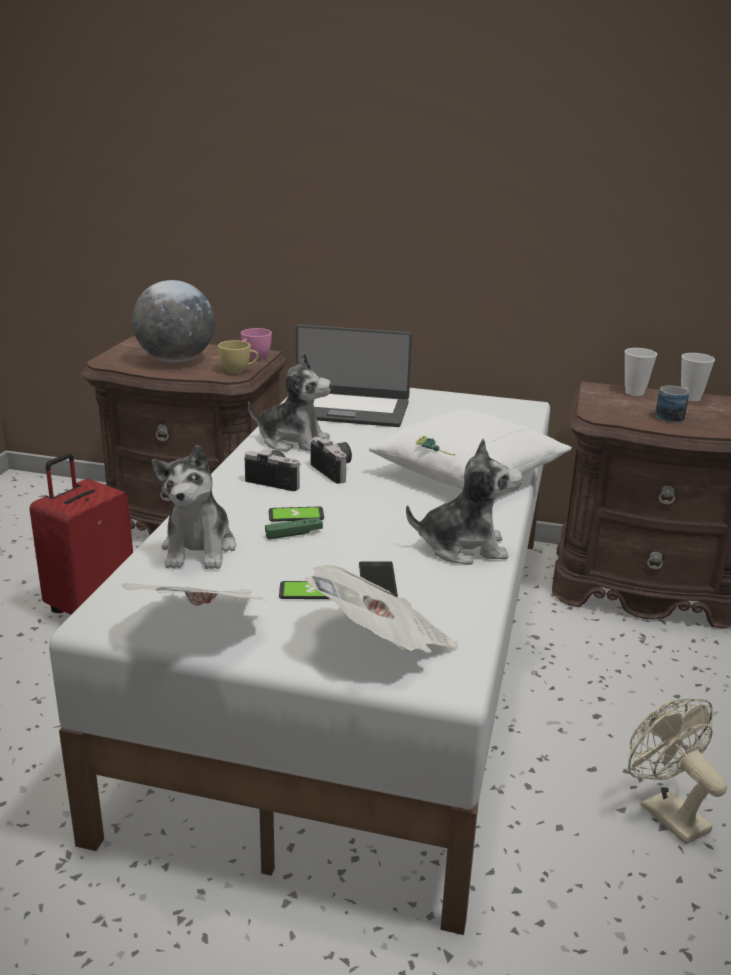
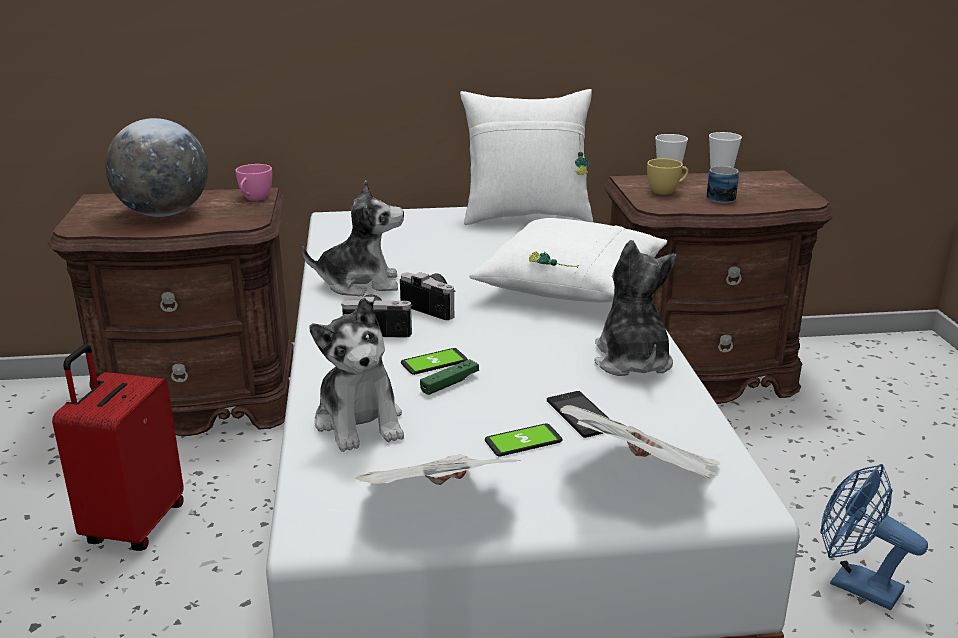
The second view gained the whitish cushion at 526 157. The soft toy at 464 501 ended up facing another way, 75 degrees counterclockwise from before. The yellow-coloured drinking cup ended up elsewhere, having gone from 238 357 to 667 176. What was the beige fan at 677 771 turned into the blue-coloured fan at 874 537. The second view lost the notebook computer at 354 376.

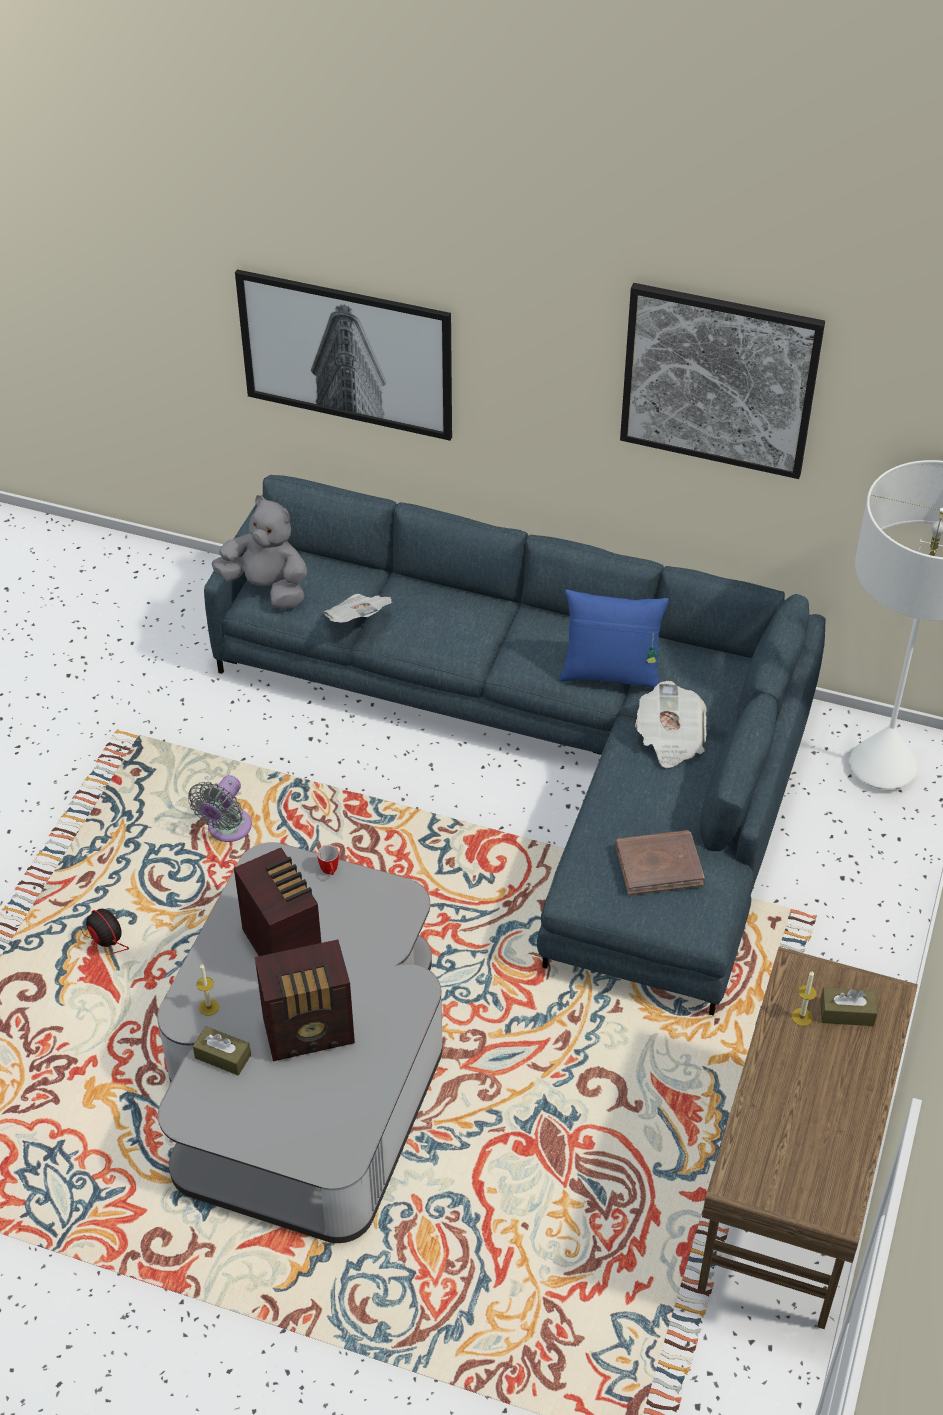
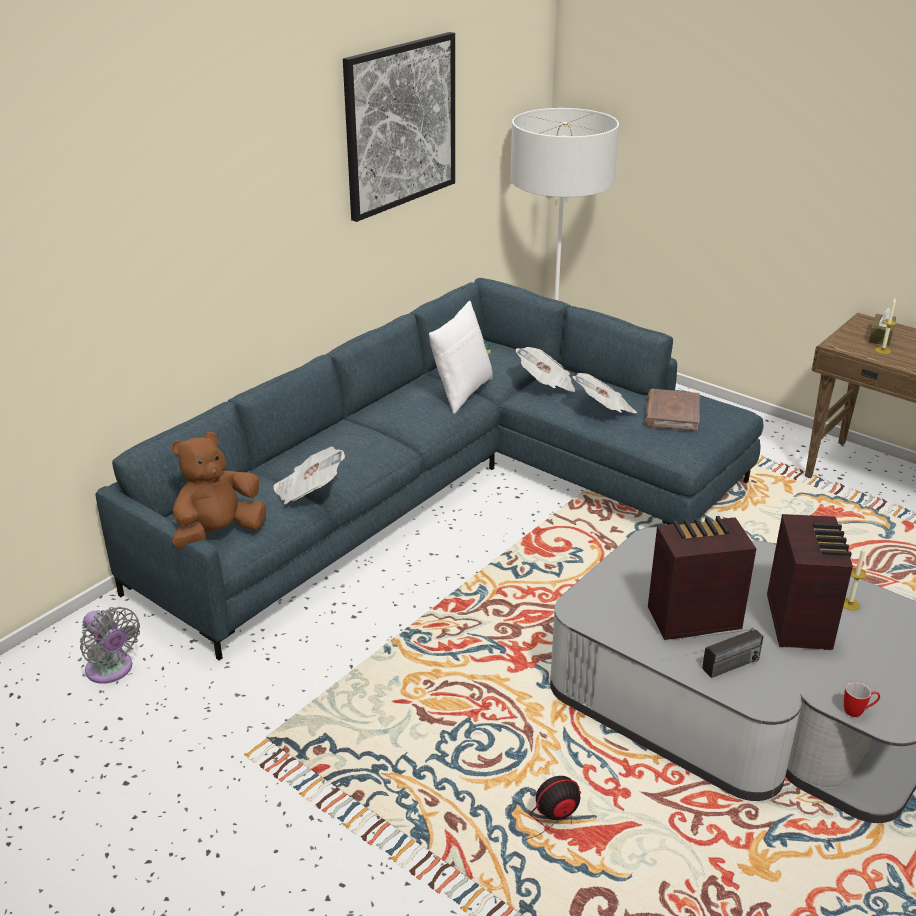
The gray fan ended up elsewhere, having gone from 220 808 to 110 645. What was the gray soft toy at 259 552 turned into the brown soft toy at 219 491. What was the blue-coloured cushion at 614 639 turned into the whitish cushion at 461 357. The second view gained the daily paper at 604 393. The second view gained the radio receiver at 722 653. The wax candle ended up elsewhere, having gone from 207 989 to 854 579. The tea mug ended up elsewhere, having gone from 328 860 to 862 699. The second view lost the brown tissue holder at 222 1050. The second view lost the wall art at 343 355.

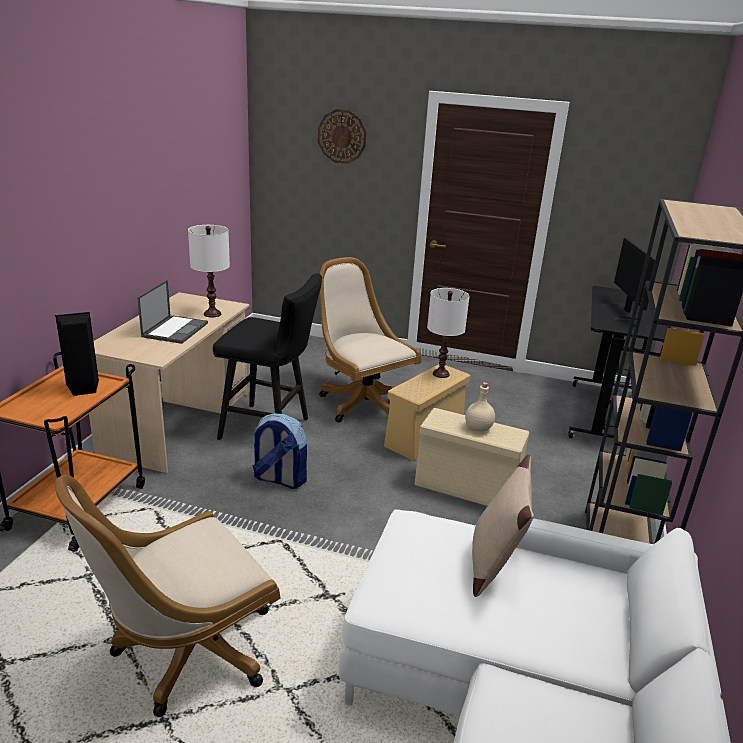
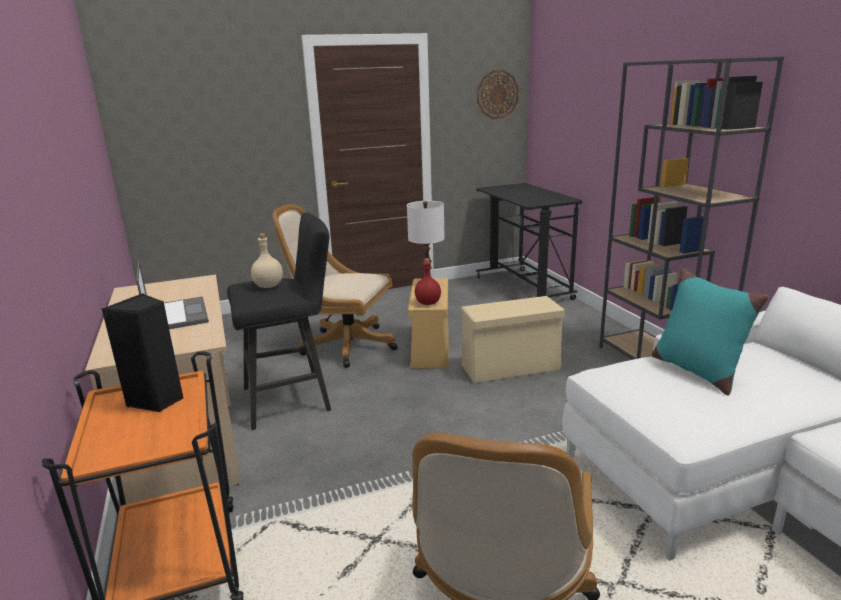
The beige drink bottle ended up elsewhere, having gone from 480 407 to 267 260. The second view gained the red drink bottle at 428 282. The hanging clock ended up elsewhere, having gone from 342 136 to 498 94. What was the beige cushion at 503 525 turned into the turquoise-coloured cushion at 710 332. The second view lost the whitish lamp for a table at 209 271. The second view lost the backpack at 280 451. The second view lost the monitor at 627 279.

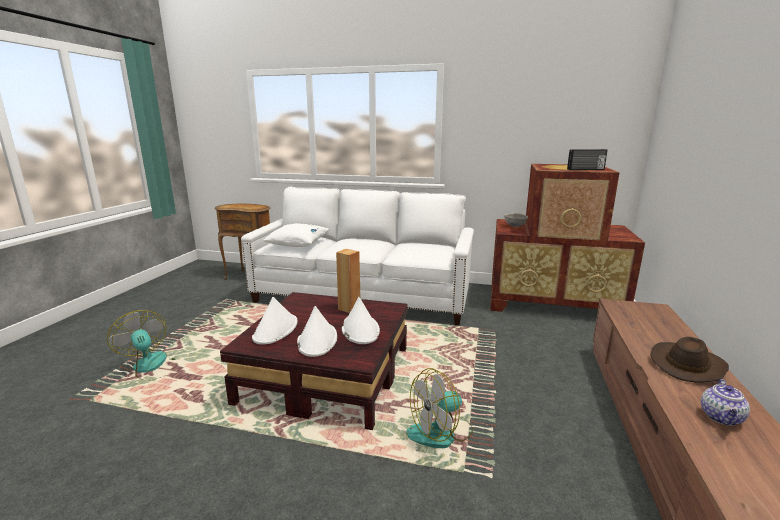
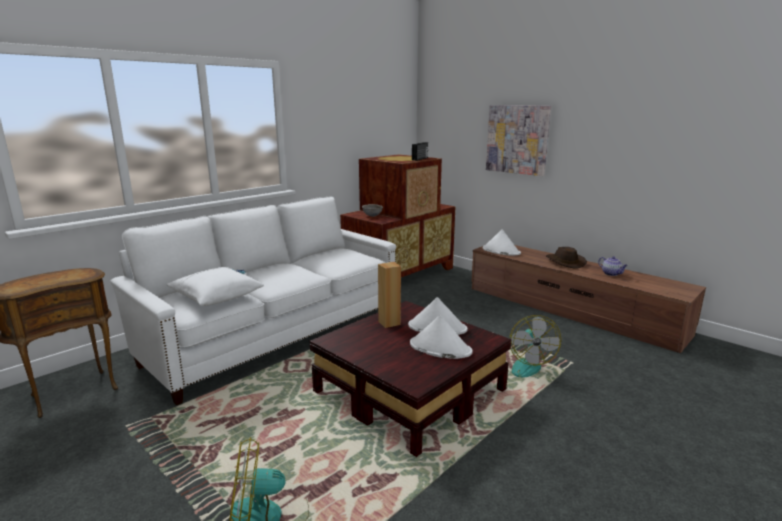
The whitish hat ended up elsewhere, having gone from 275 321 to 502 242. The second view gained the wall art at 518 140.

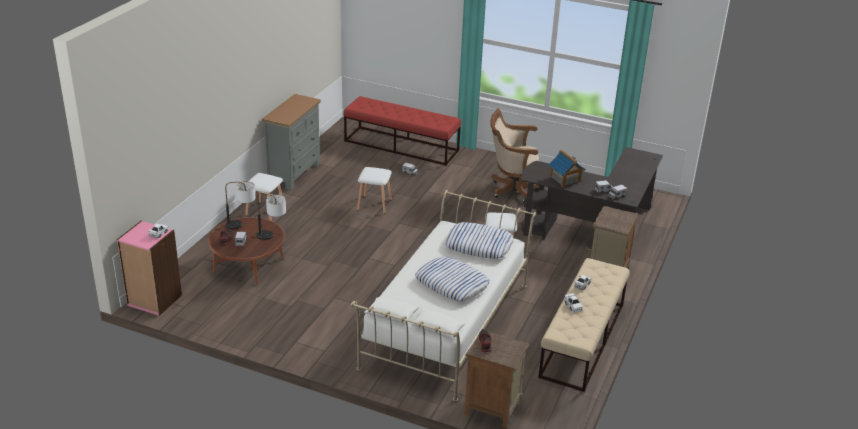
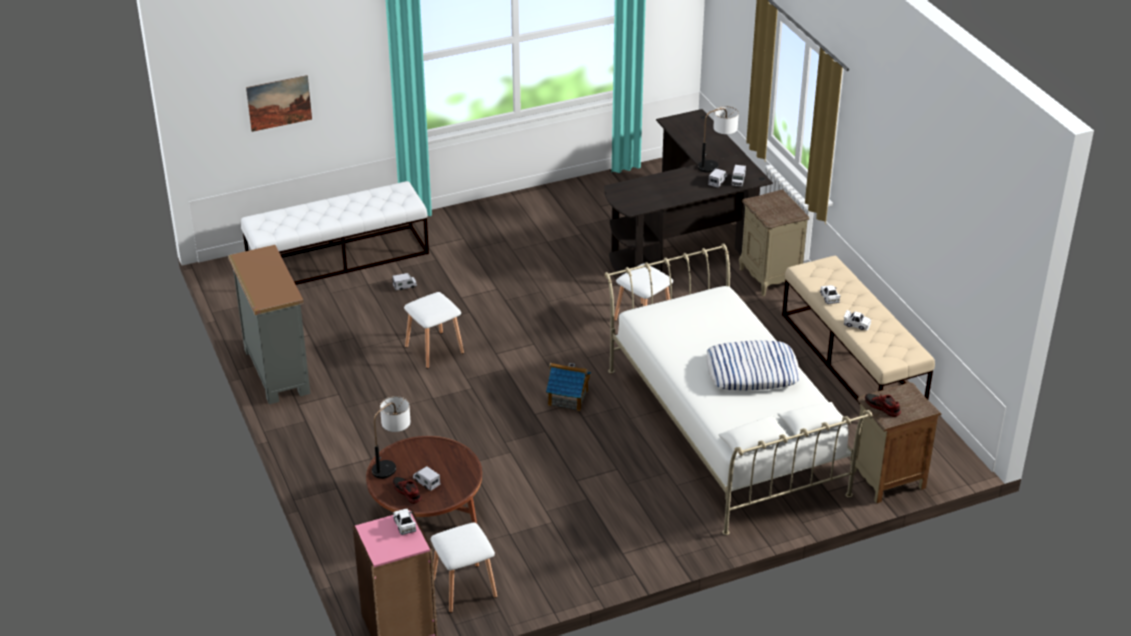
What was the red long seat at 402 131 turned into the whitish long seat at 335 233. The second view gained the wall art at 279 103. The whitish sitting stool ended up elsewhere, having gone from 264 197 to 463 568. The toy house ended up elsewhere, having gone from 566 168 to 568 387. The lamp for a table ended up elsewhere, having gone from 271 216 to 718 139. The second view lost the cushion at 479 240. The second view lost the computer chair at 514 155.

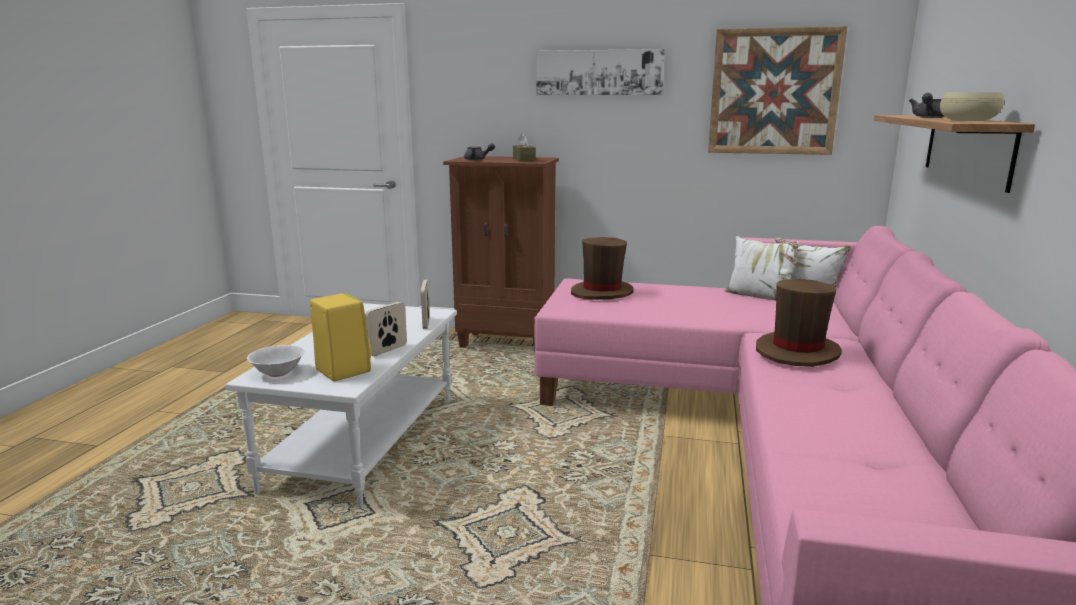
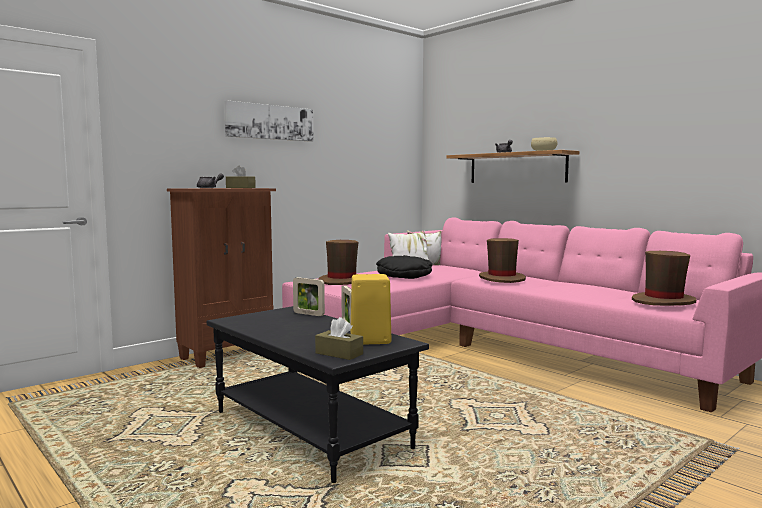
What was the whitish low table at 341 405 turned into the black-coloured low table at 318 394. Where the whitish deep dish stood at 276 361, the brown tissue holder came to stand at 339 338. The second view gained the black-coloured cushion at 404 267. The second view gained the brown hat at 664 278. The second view lost the wall art at 778 90.

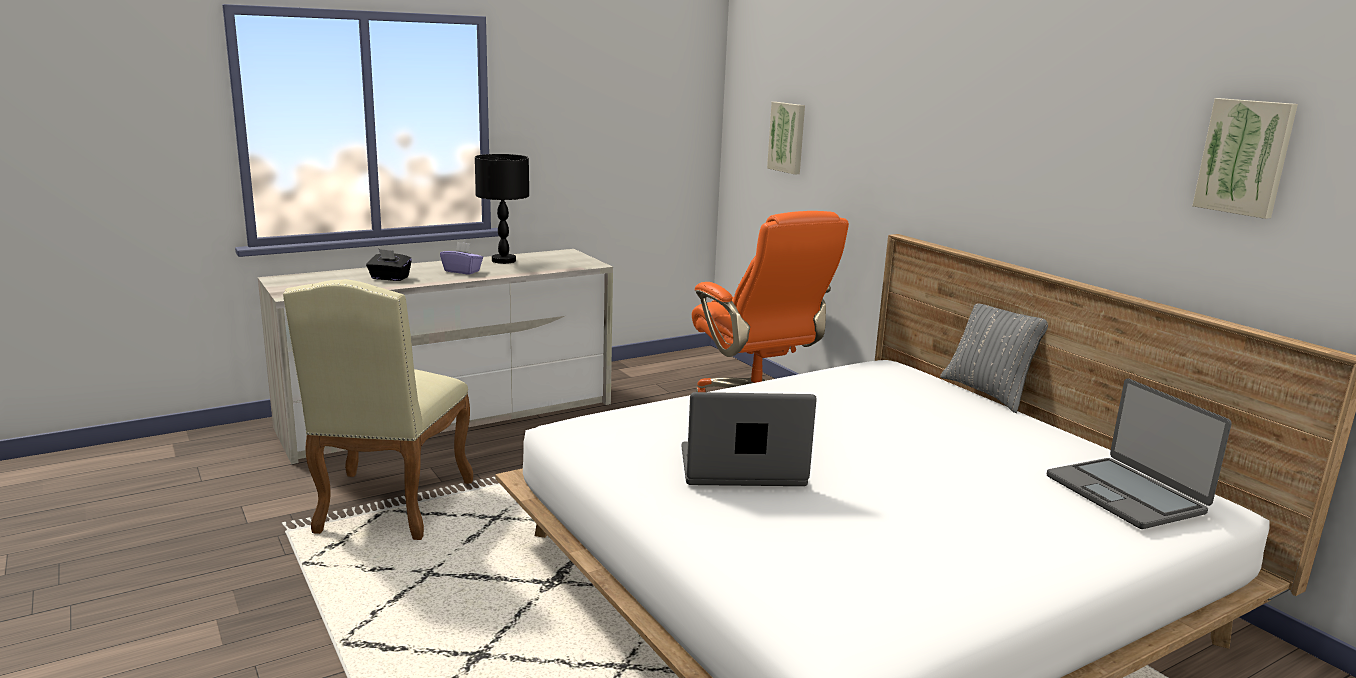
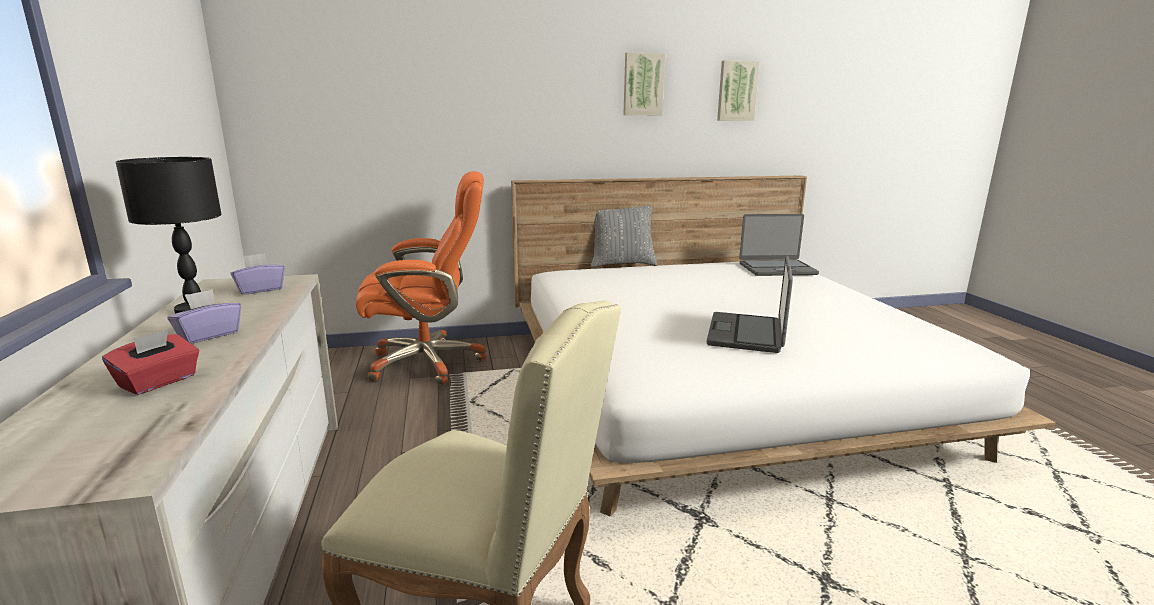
What was the black-coloured tissue holder at 389 265 turned into the red tissue holder at 150 362. The second view gained the purple-coloured tissue holder at 257 274. The wall art ended up elsewhere, having gone from 786 138 to 644 83.

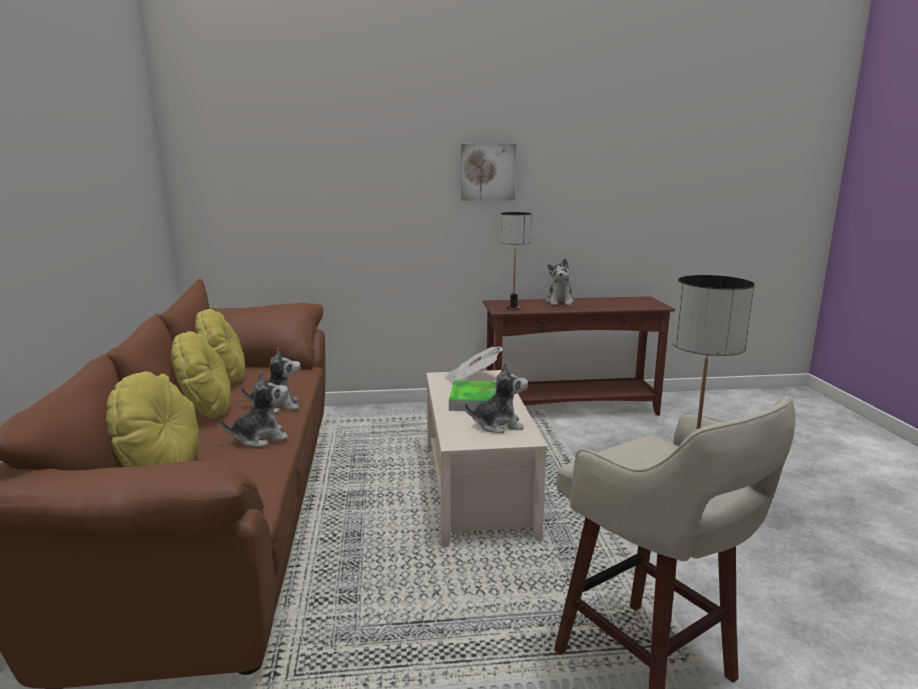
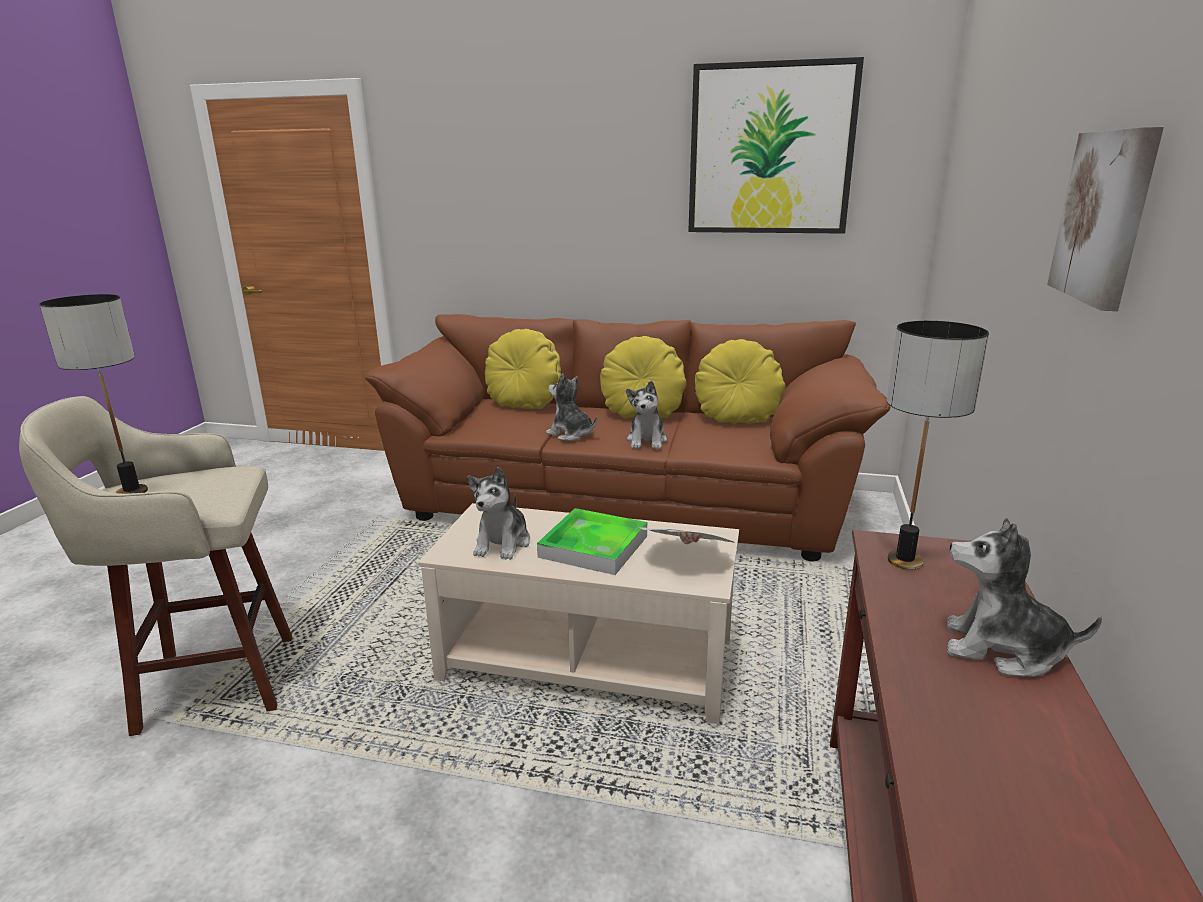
The soft toy at 255 409 ended up facing another way, 135 degrees clockwise from before. The second view gained the wall art at 776 145.

